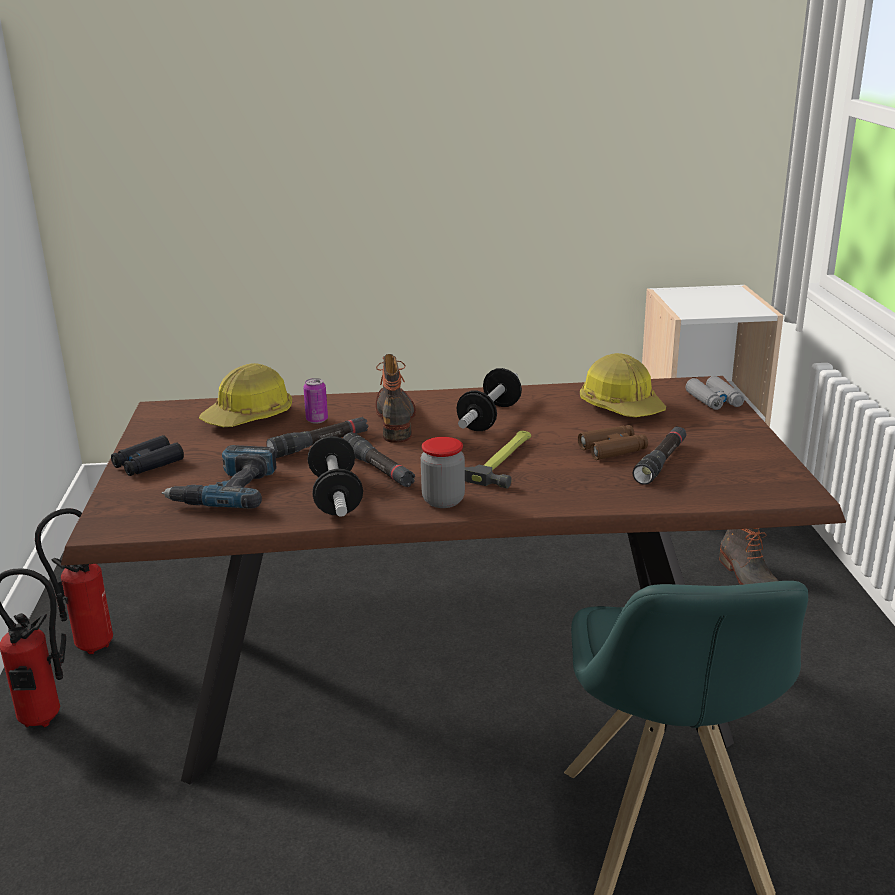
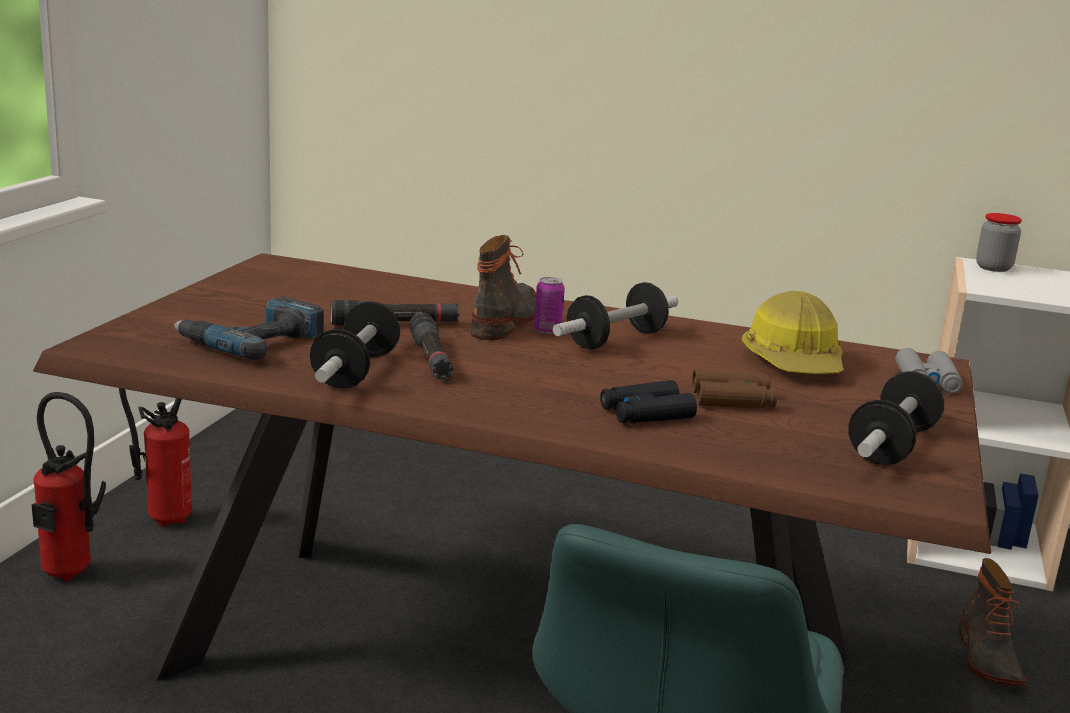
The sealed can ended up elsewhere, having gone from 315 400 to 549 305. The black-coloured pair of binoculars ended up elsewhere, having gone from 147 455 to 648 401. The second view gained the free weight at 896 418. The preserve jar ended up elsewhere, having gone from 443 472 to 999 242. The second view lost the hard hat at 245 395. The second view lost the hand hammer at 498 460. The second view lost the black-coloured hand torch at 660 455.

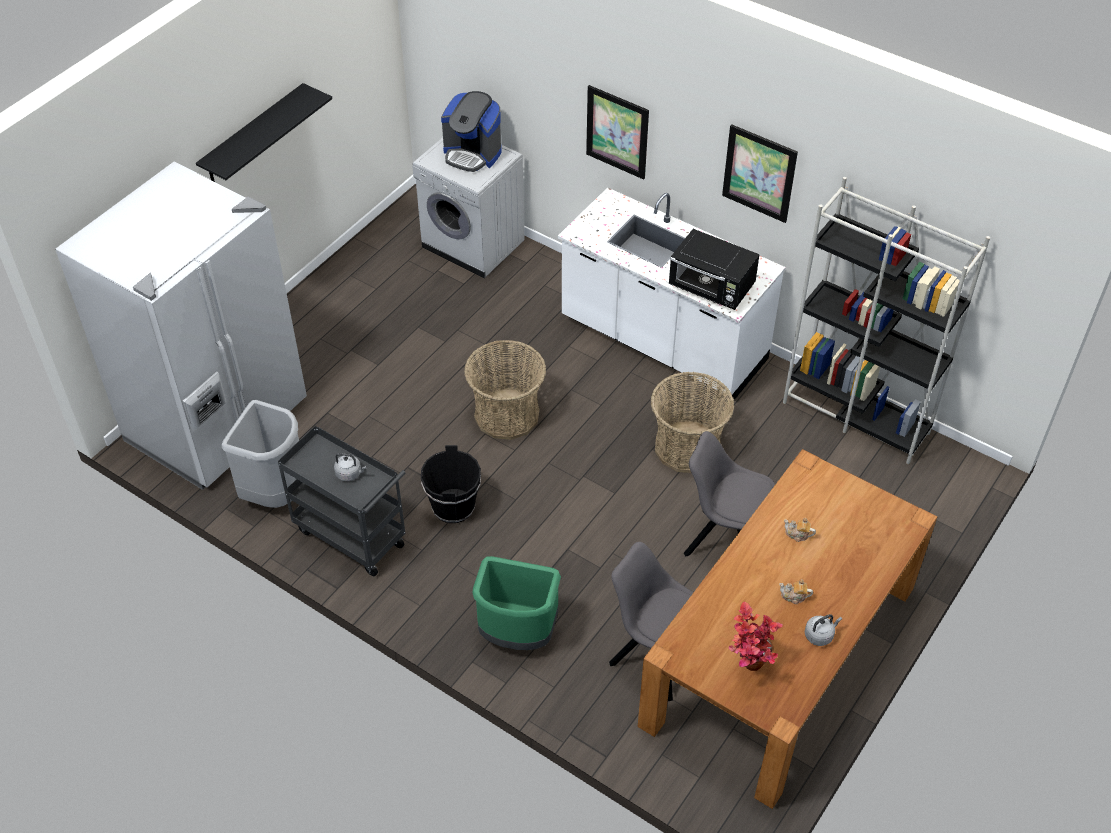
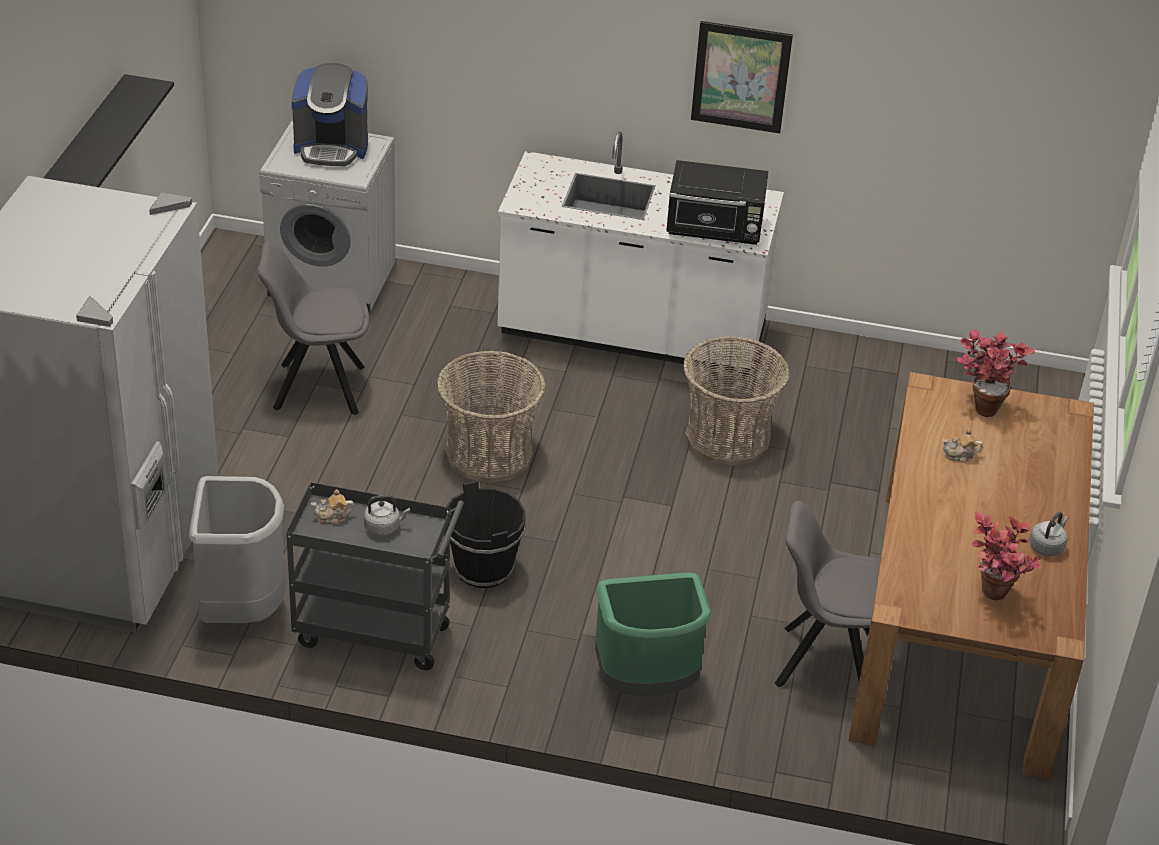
The gray upright chair ended up elsewhere, having gone from 729 493 to 313 328. The tea pot ended up elsewhere, having gone from 796 591 to 332 506. The second view gained the plant in a pot at 996 373. The second view lost the wall art at 617 132. The second view lost the black-coloured shelving unit at 886 320.

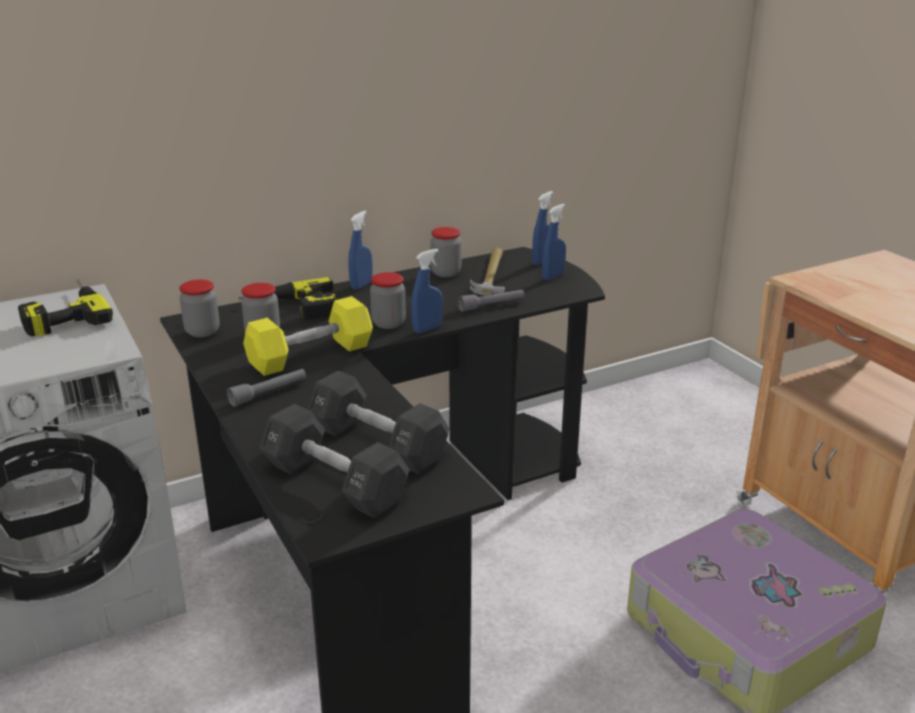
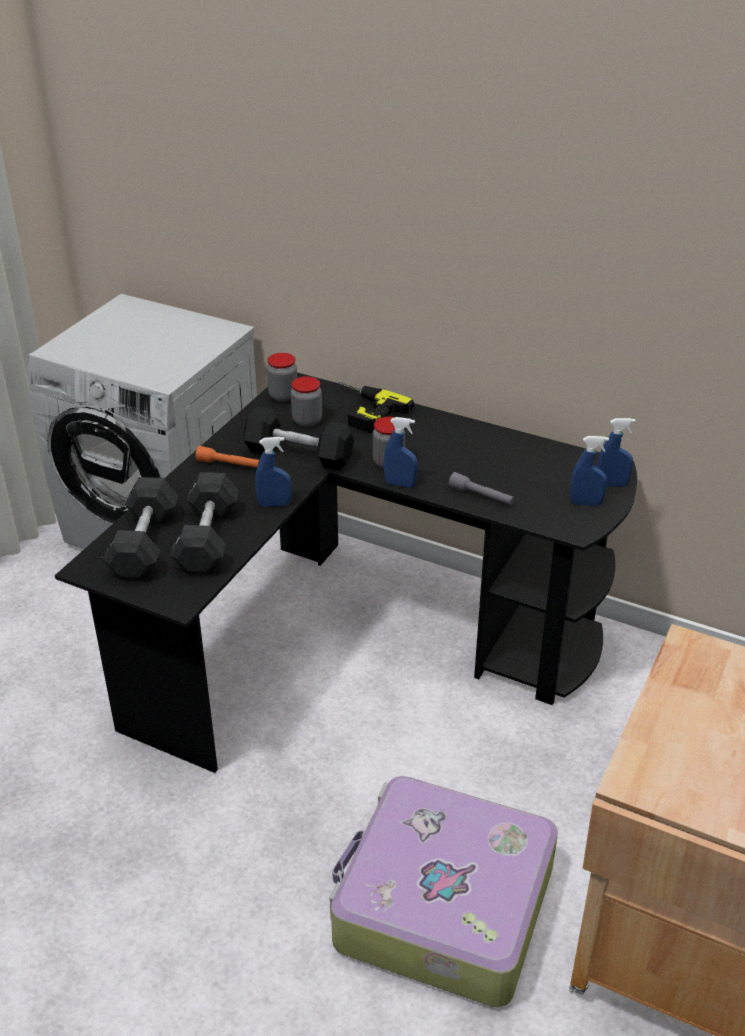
What was the gray hand torch at 266 388 turned into the orangey hand torch at 227 457. What was the yellow-coloured free weight at 308 336 turned into the black-coloured free weight at 298 438. The blue-coloured spray bottle ended up elsewhere, having gone from 360 250 to 273 472. The second view lost the power drill at 65 308. The second view lost the preserve jar at 445 252. The second view lost the hand hammer at 487 272.

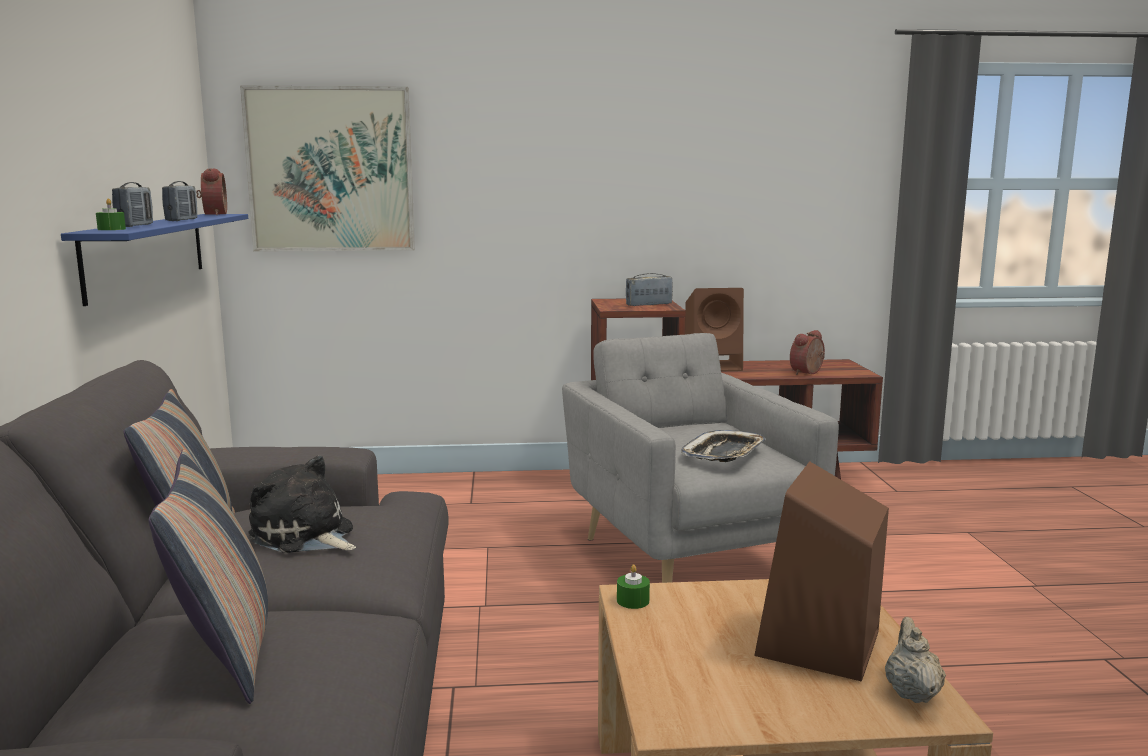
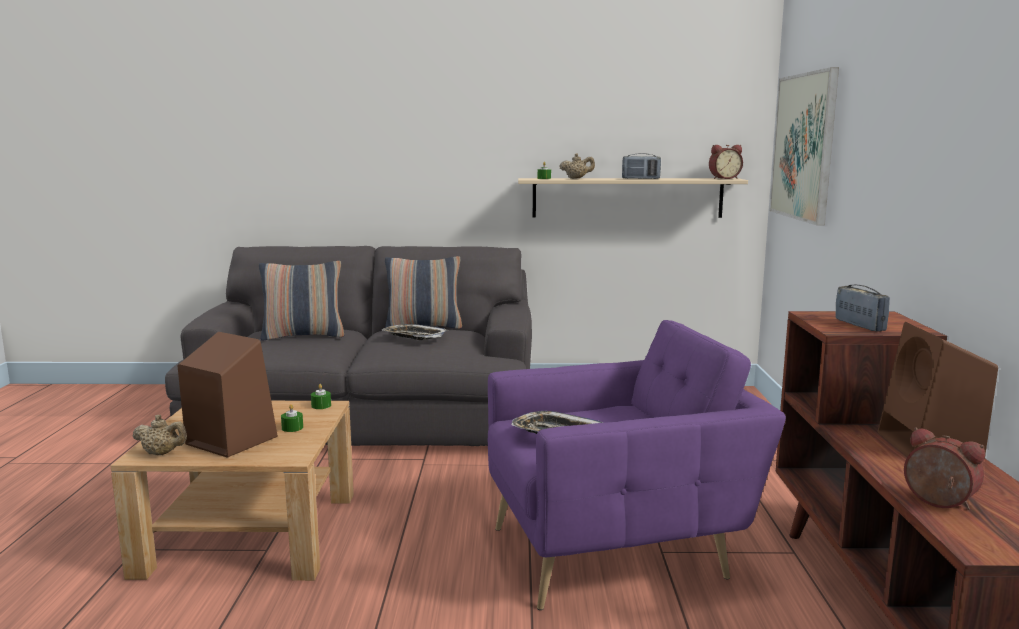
The second view gained the green wax candle at 292 418. Where the soft toy stood at 302 504, the tray came to stand at 415 332. What was the gray easy chair at 700 458 turned into the purple-coloured easy chair at 637 465. What was the blue-coloured shelf at 154 260 turned into the beige shelf at 633 198. Where the radio receiver stood at 132 204, the beige tea pot came to stand at 577 166.

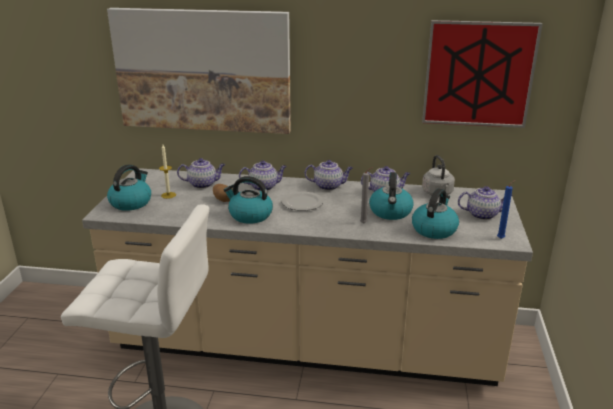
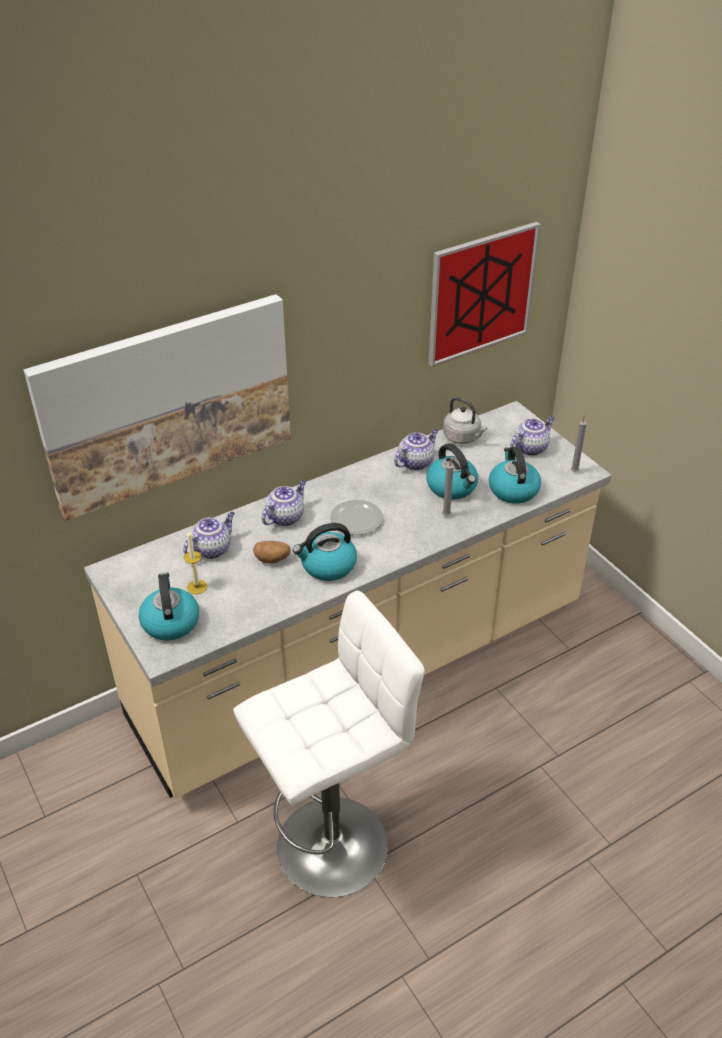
What was the blue-coloured wax candle at 506 209 turned into the gray wax candle at 579 442. The second view lost the tea pot at 328 175.

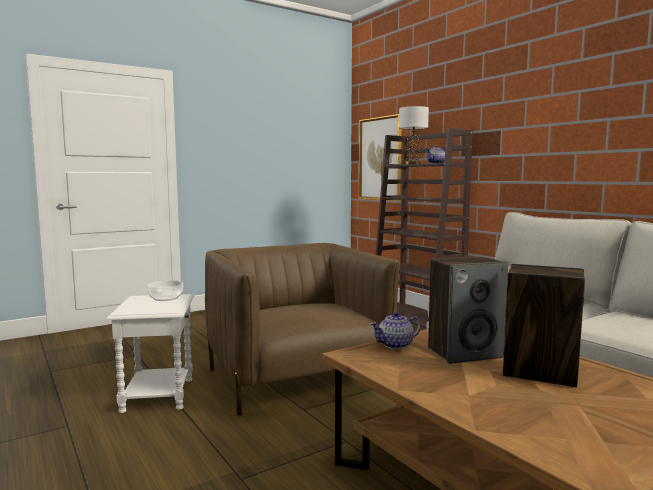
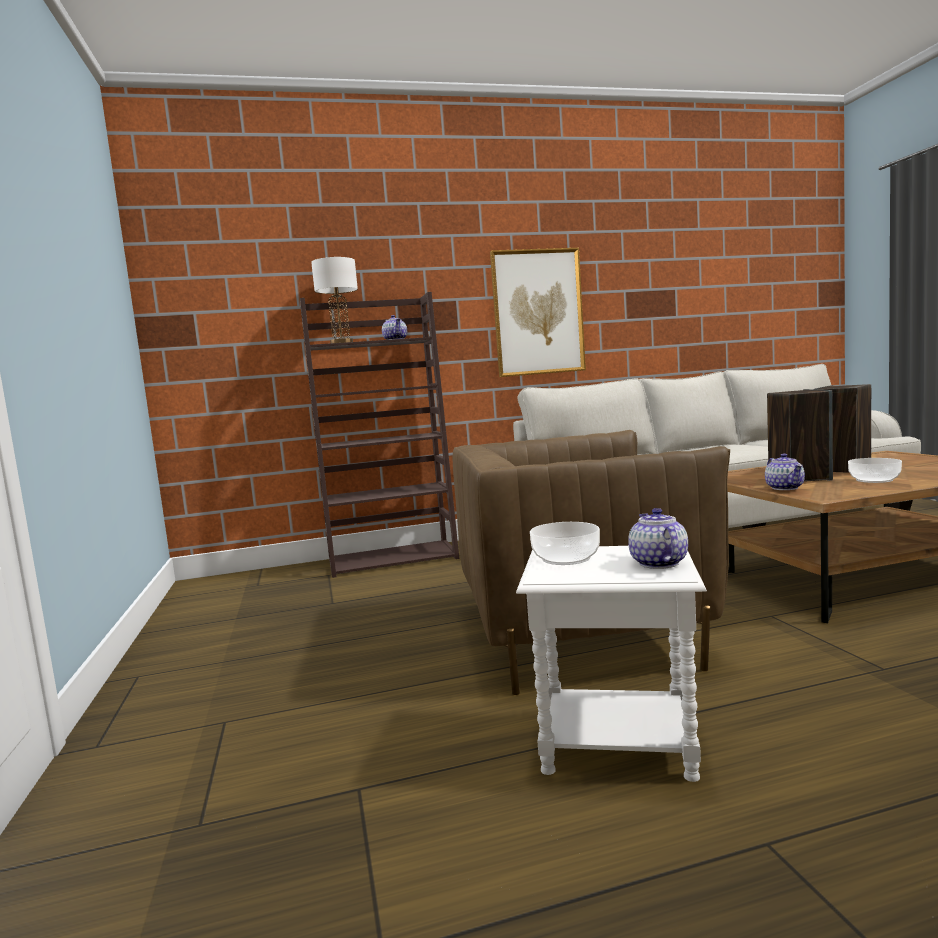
The wall art ended up elsewhere, having gone from 380 157 to 538 312. The second view gained the tea pot at 658 538. The second view gained the deep dish at 875 470.

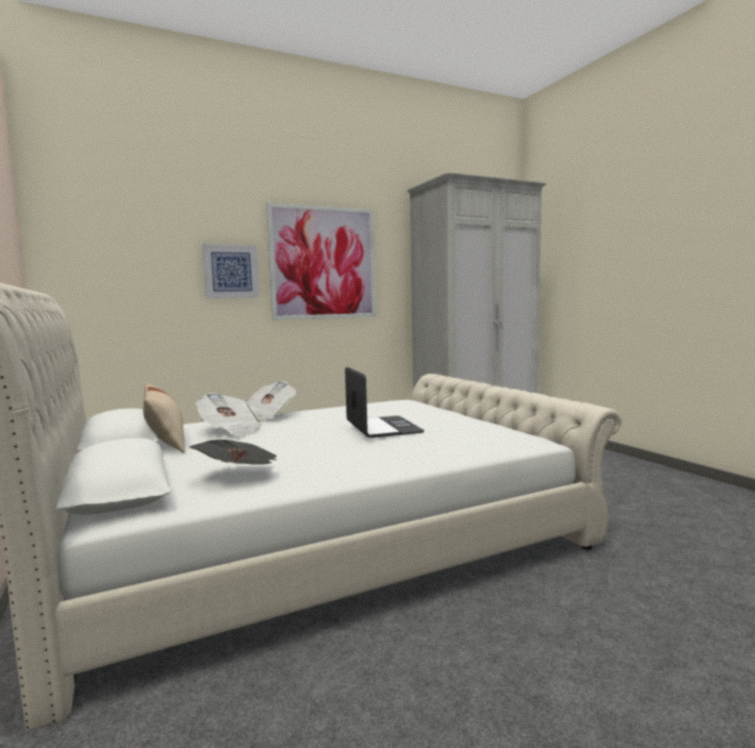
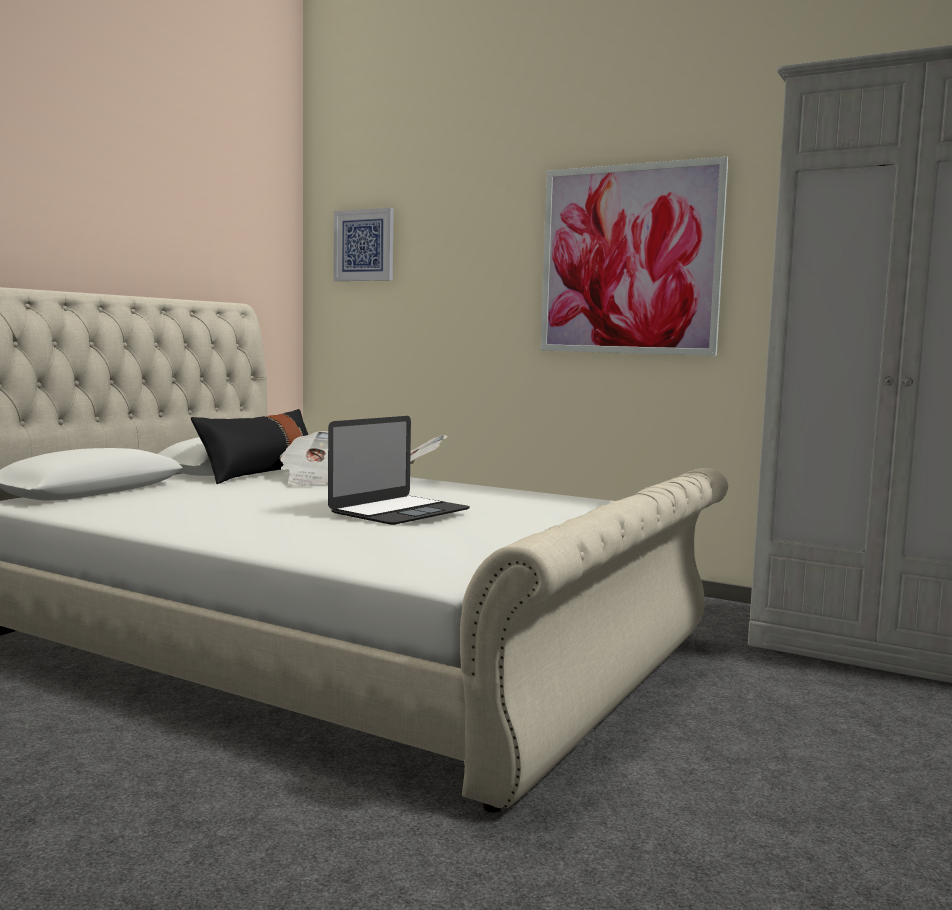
What was the beige cushion at 164 417 turned into the black-coloured cushion at 249 446. The wall art ended up elsewhere, having gone from 231 271 to 364 244. The second view lost the daily paper at 233 452.

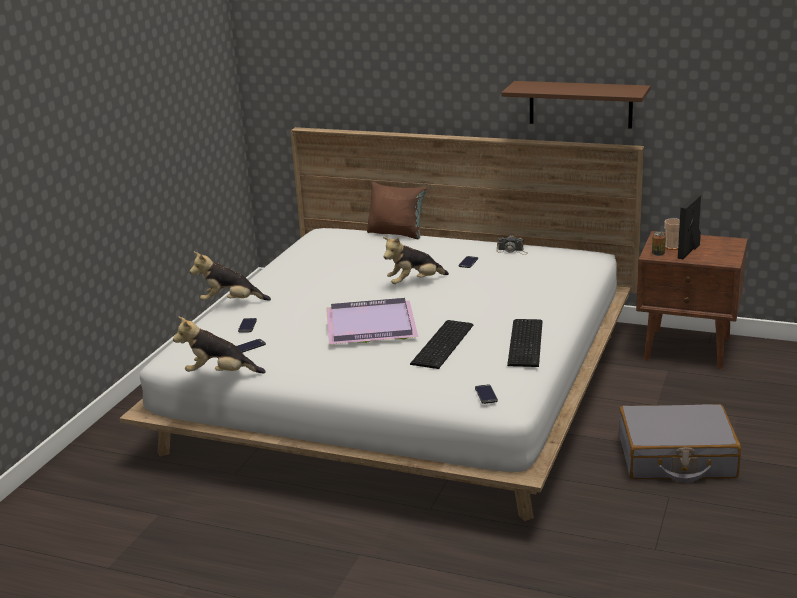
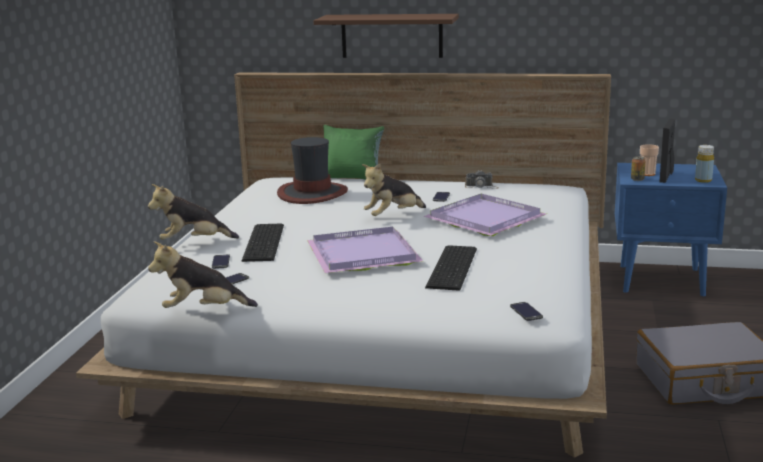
The keyboard ended up elsewhere, having gone from 525 343 to 263 242. The second view gained the hat at 312 170. The brown shelf ended up elsewhere, having gone from 576 105 to 386 36. What was the brown cushion at 397 210 turned into the green cushion at 353 152. The second view gained the purple-coloured tray at 484 215. What was the brown night table at 692 300 turned into the blue-coloured night table at 671 229. The second view gained the yellow-coloured drink bottle at 704 164.

